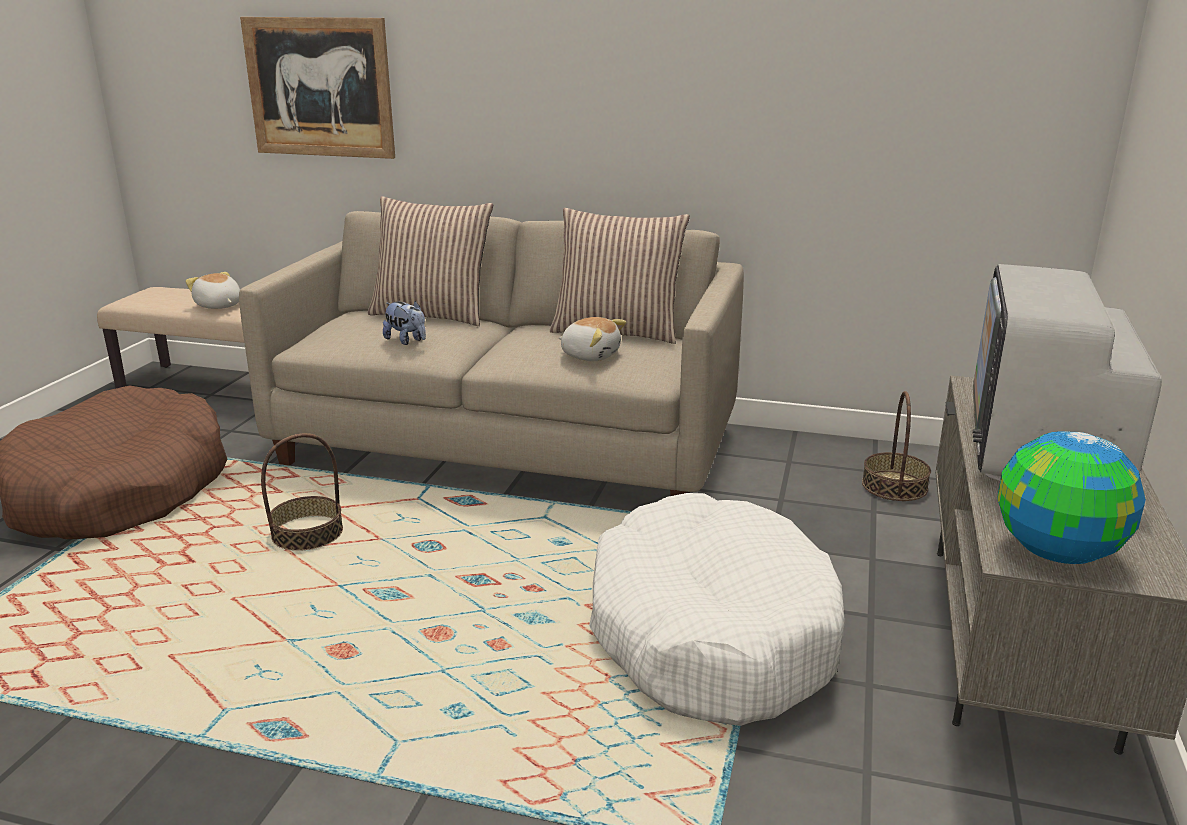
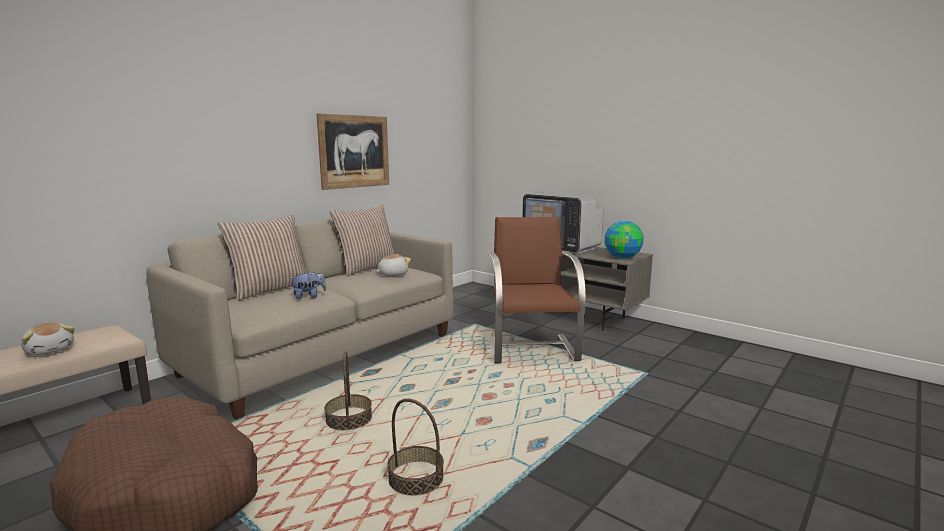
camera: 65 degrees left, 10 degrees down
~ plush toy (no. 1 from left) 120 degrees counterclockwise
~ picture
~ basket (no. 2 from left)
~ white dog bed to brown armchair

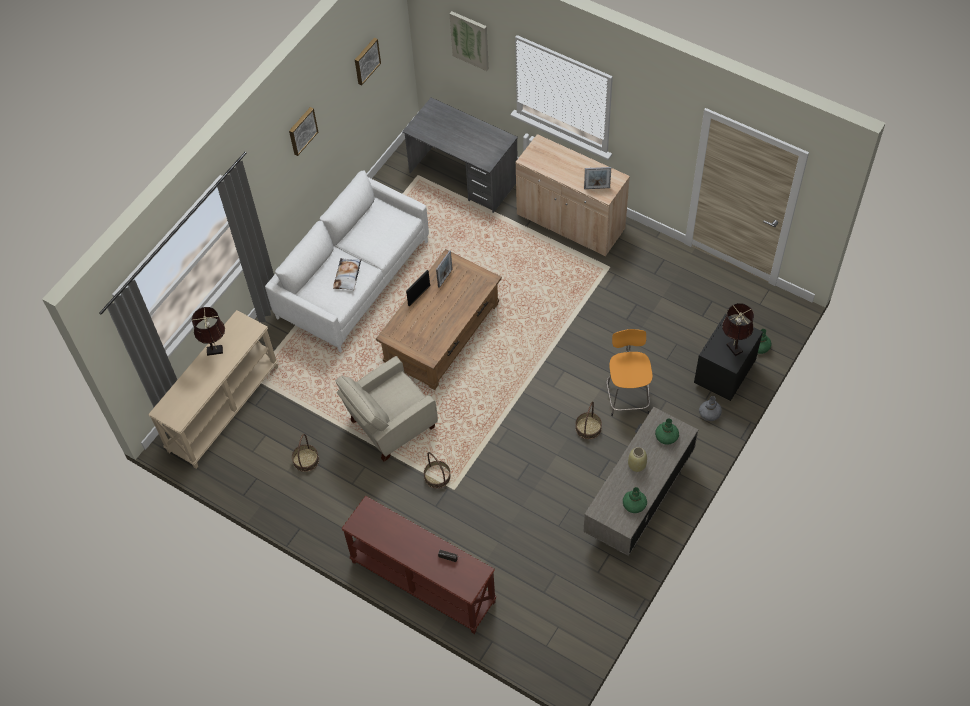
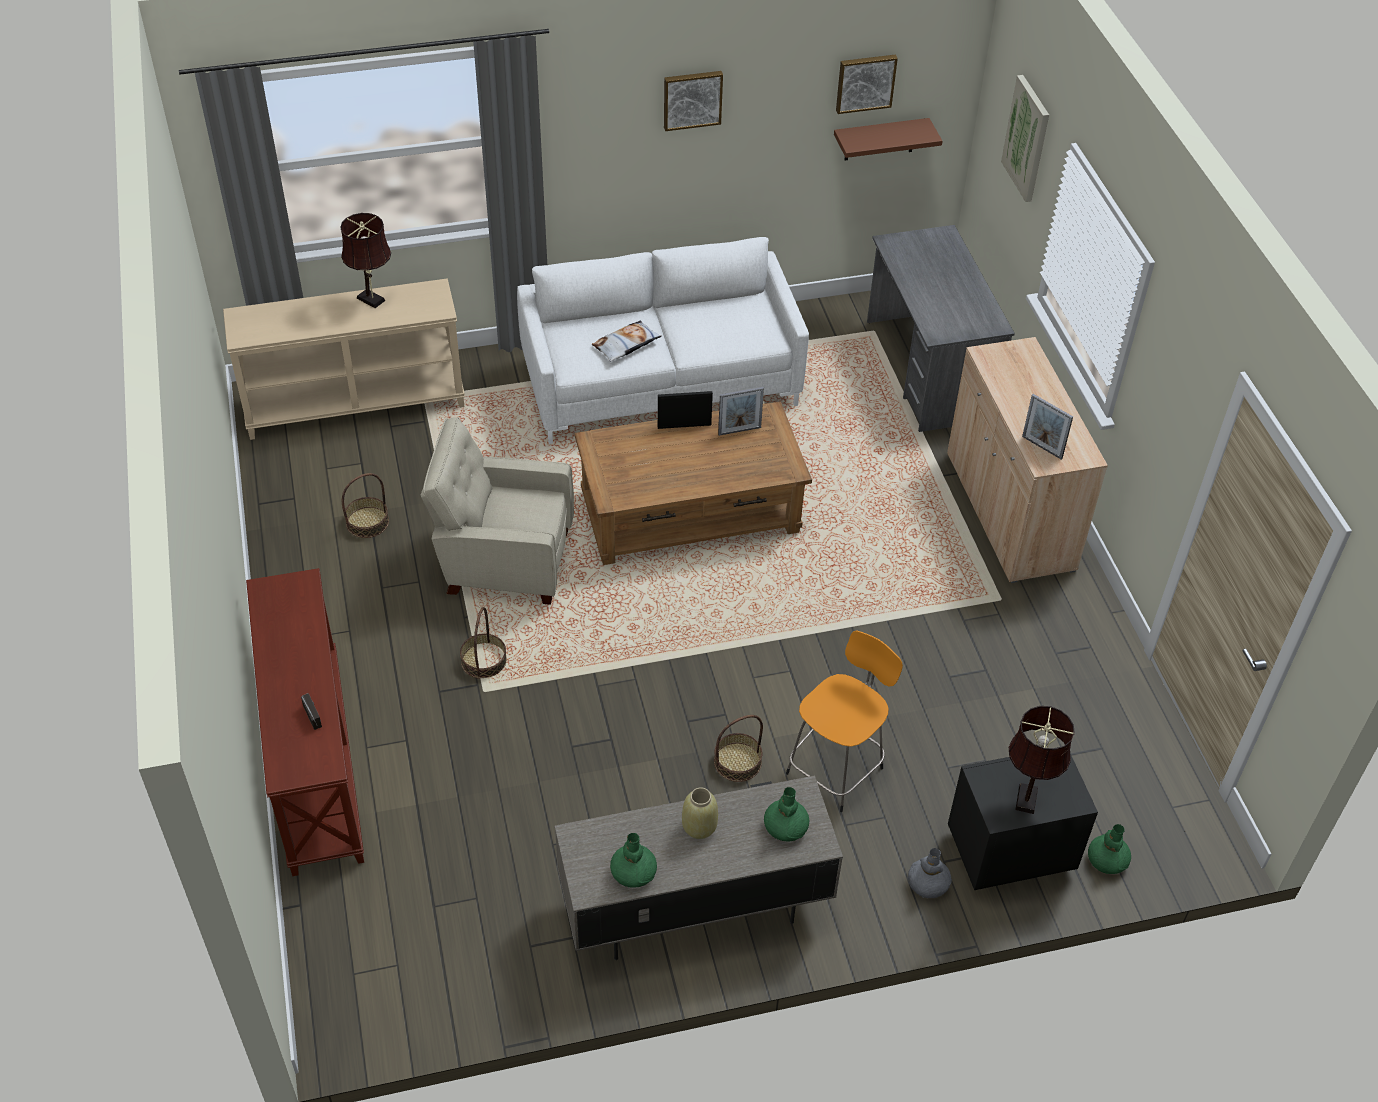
camera: 40 degrees right, 10 degrees down
+ brown shelf

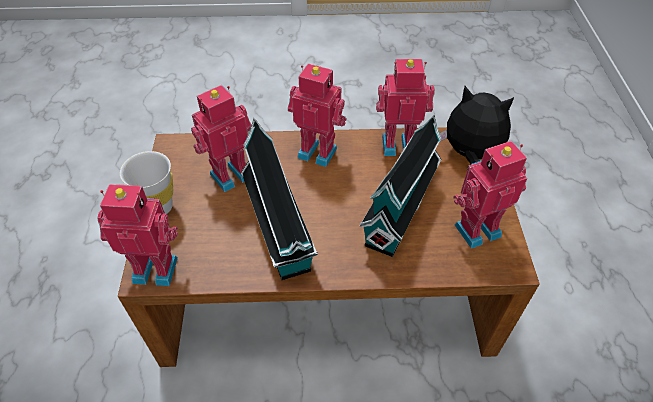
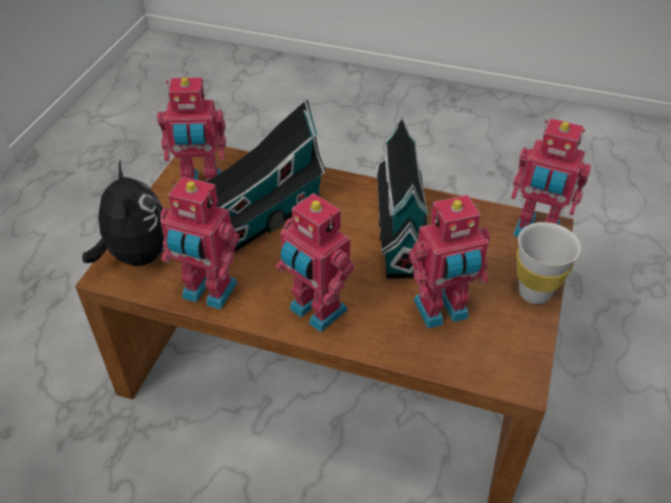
camera: 160 degrees left, 5 degrees down
~ plush toy 150 degrees counterclockwise

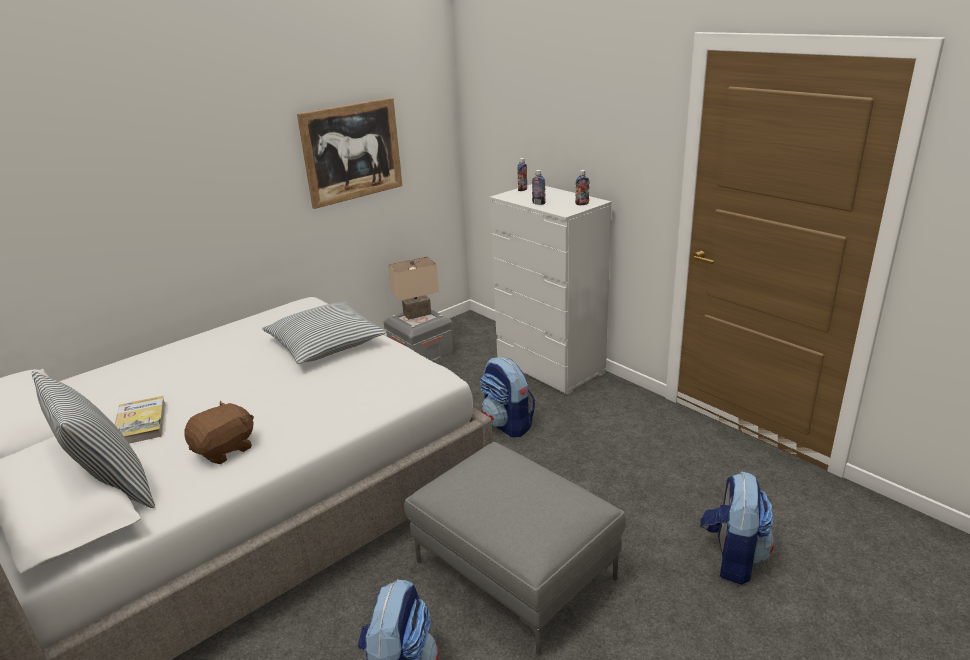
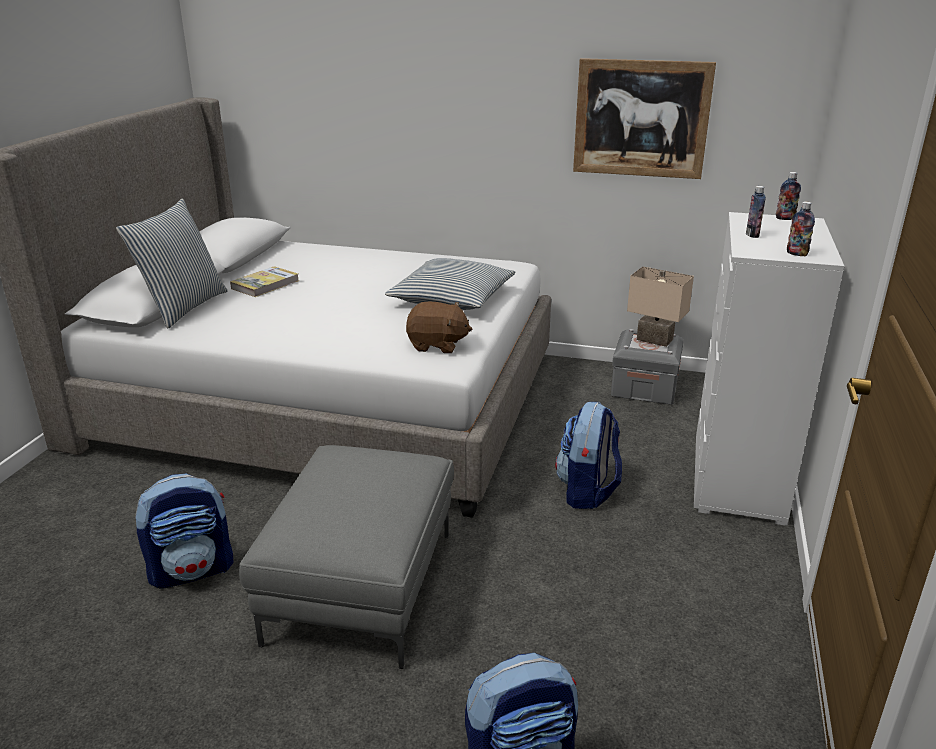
camera: 55 degrees right, 0 degrees up
~ brown plush toy

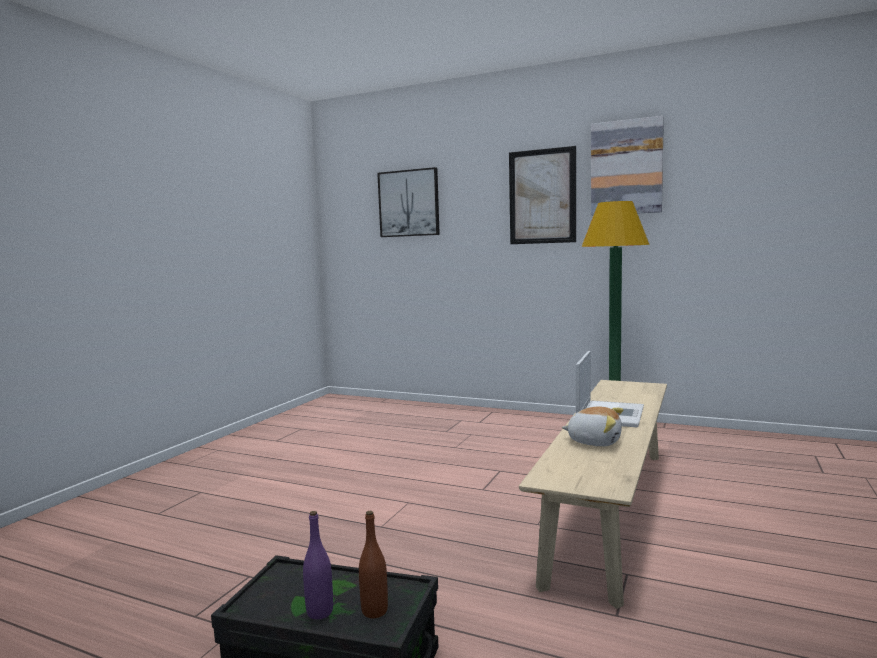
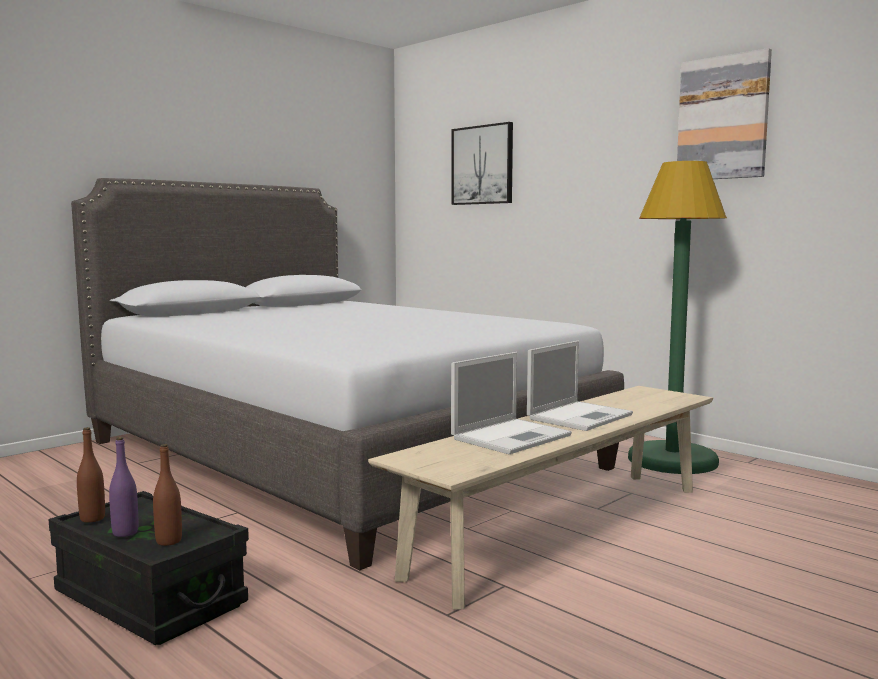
camera: 20 degrees right, 0 degrees up
+ grey bed
+ brown bottle (no. 1 from left)
~ plush toy to laptop (no. 1 from left)
- picture (no. 2 from left)

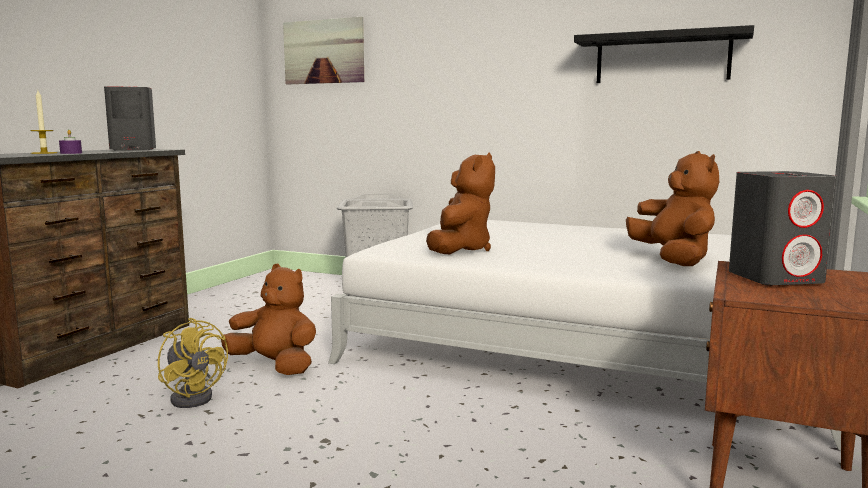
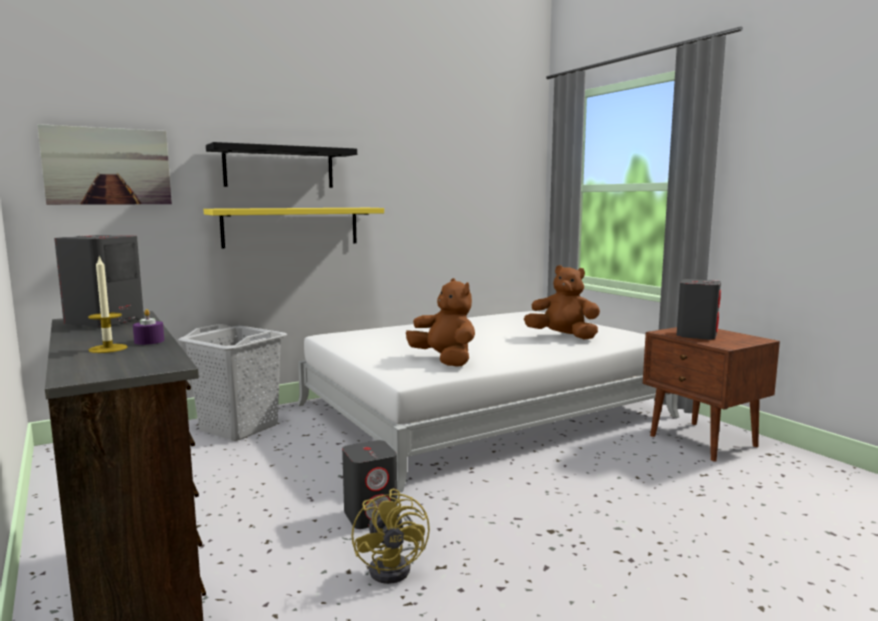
camera: 55 degrees left, 0 degrees up
+ yellow shelf
~ black shelf
~ brown plush toy (no. 1 from left) to grey speaker (no. 2 from left)
~ yellow fan 90 degrees clockwise

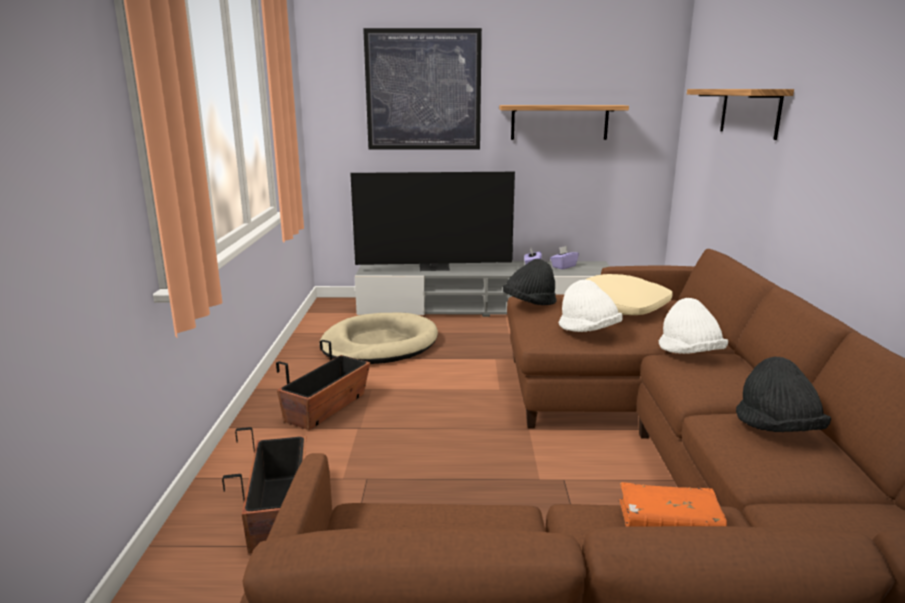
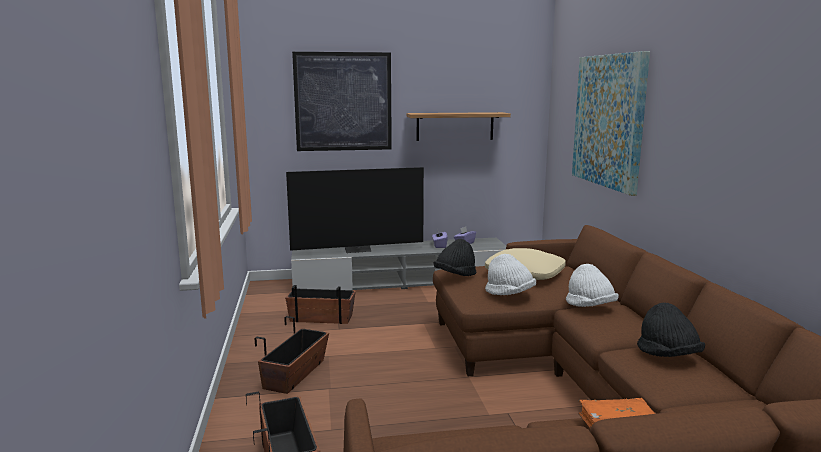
camera: 10 degrees left, 5 degrees down
~ beige dog bed to planter (no. 3 from left)
~ shelf (no. 2 from left) to picture (no. 2 from left)

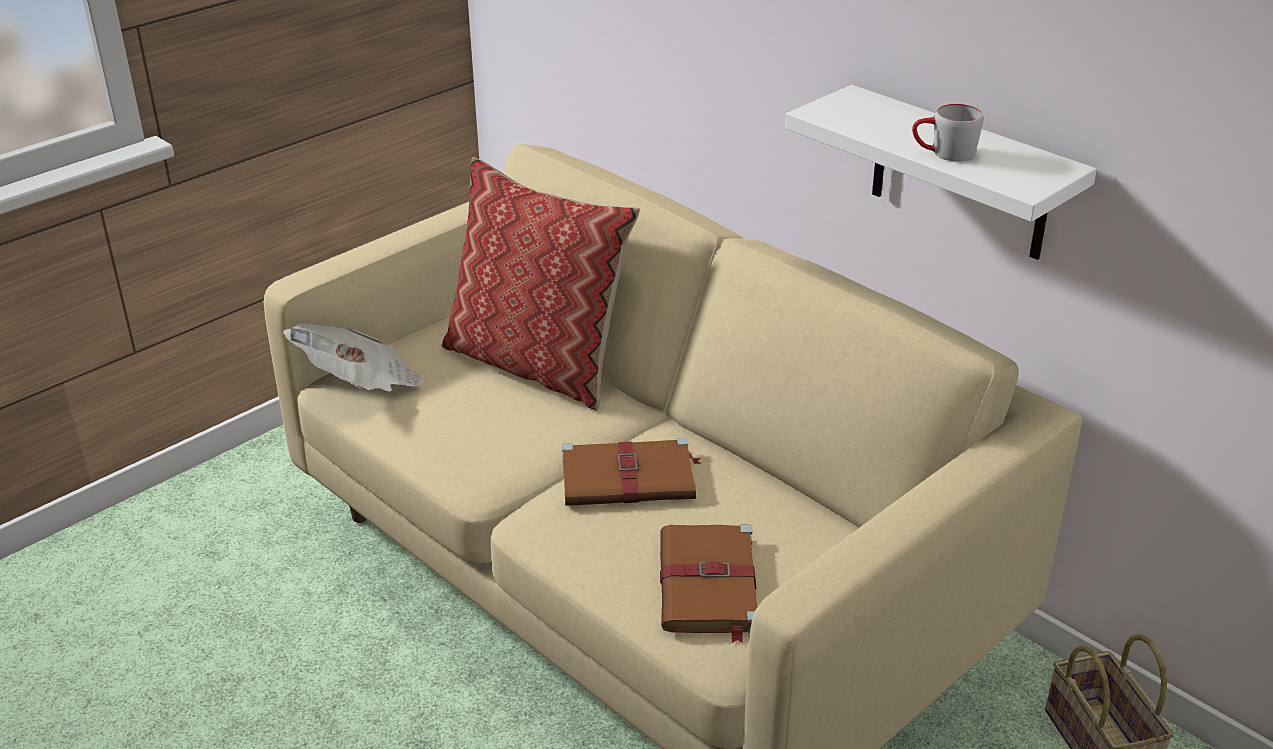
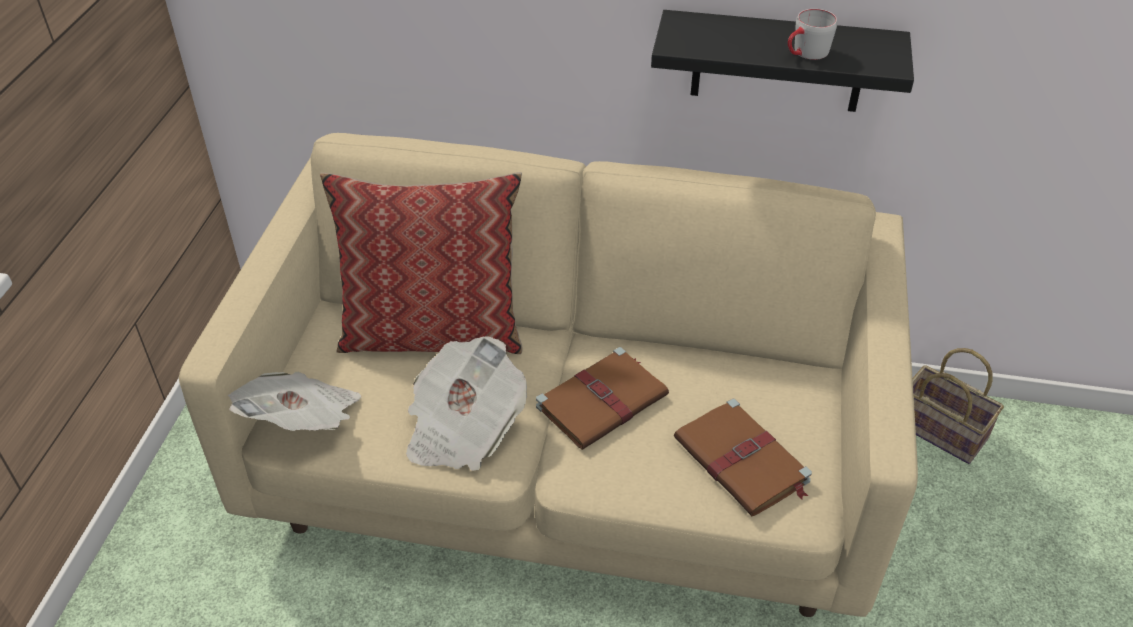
camera: 35 degrees left, 10 degrees up
+ newspaper (no. 2 from left)
~ white shelf to black shelf

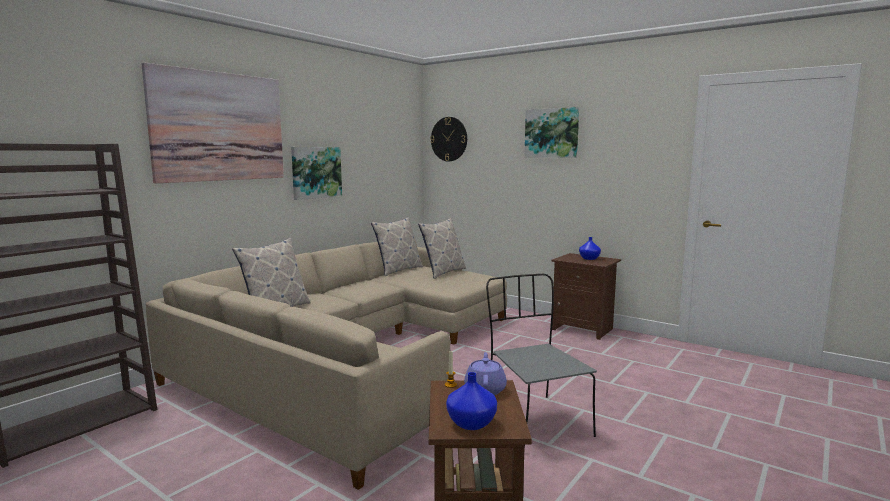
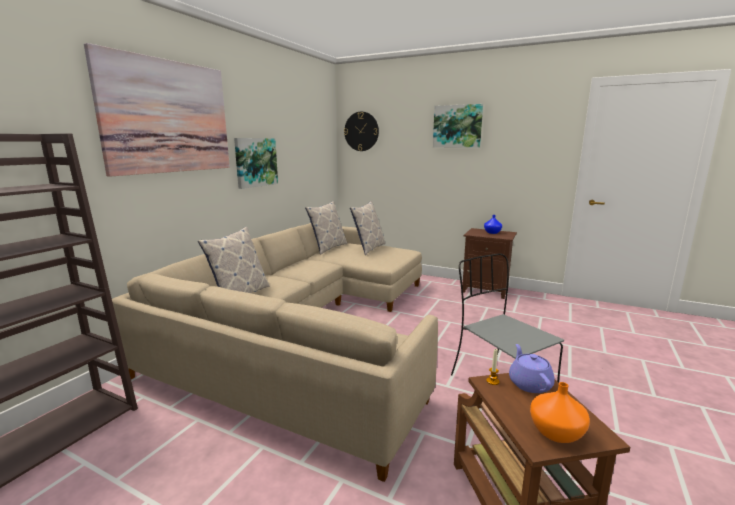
camera: 10 degrees left, 5 degrees up
~ blue vase (no. 1 from left) to orange vase

